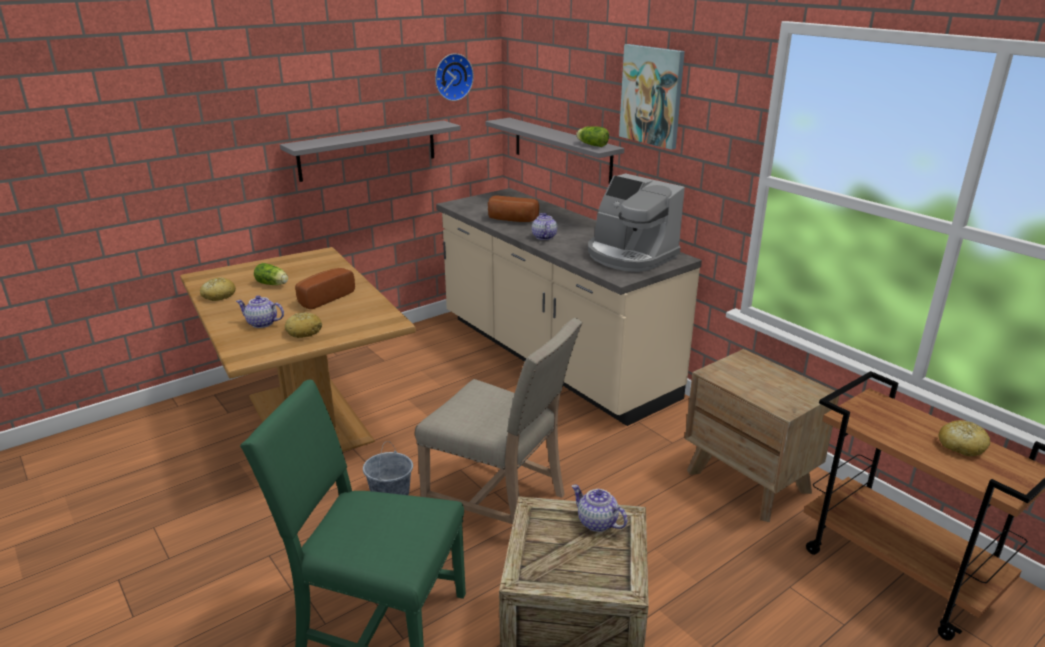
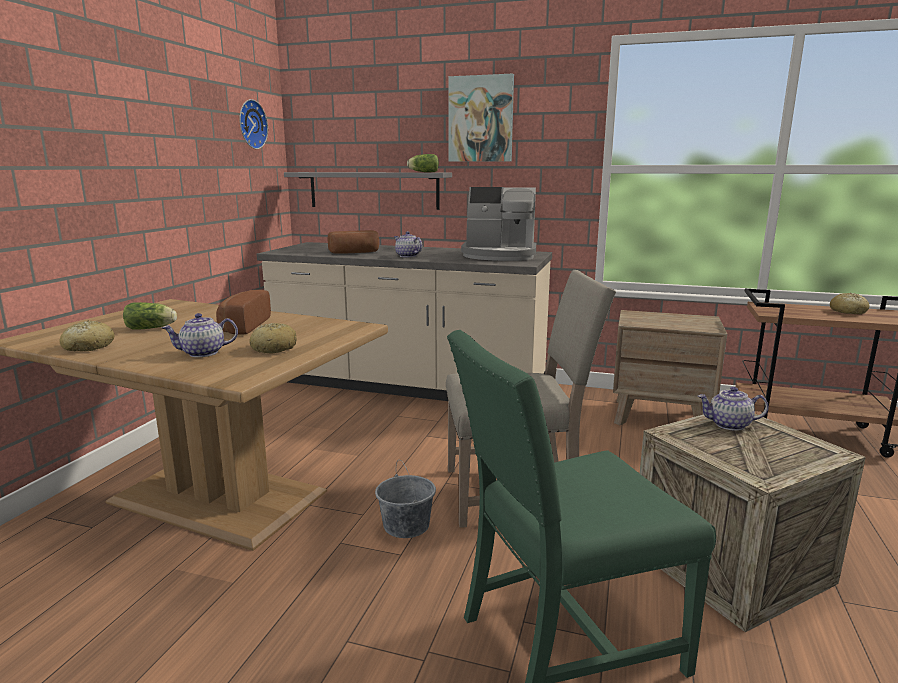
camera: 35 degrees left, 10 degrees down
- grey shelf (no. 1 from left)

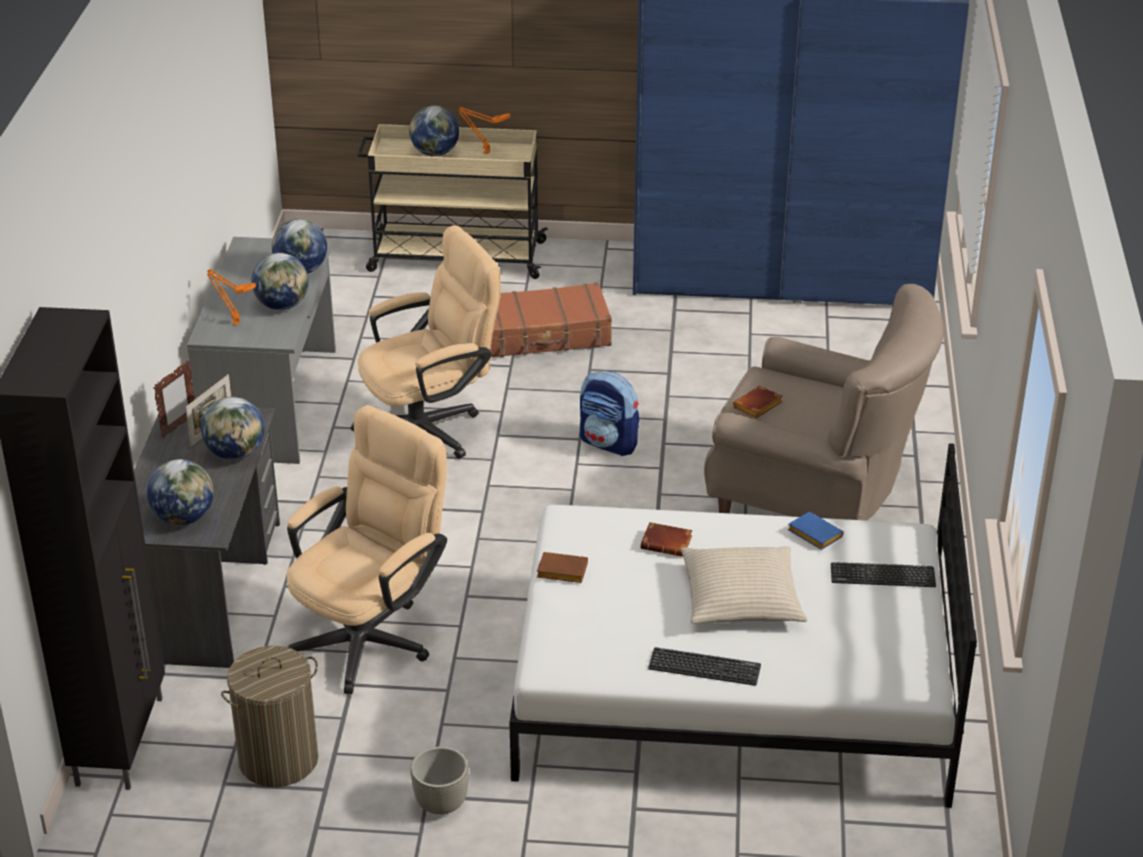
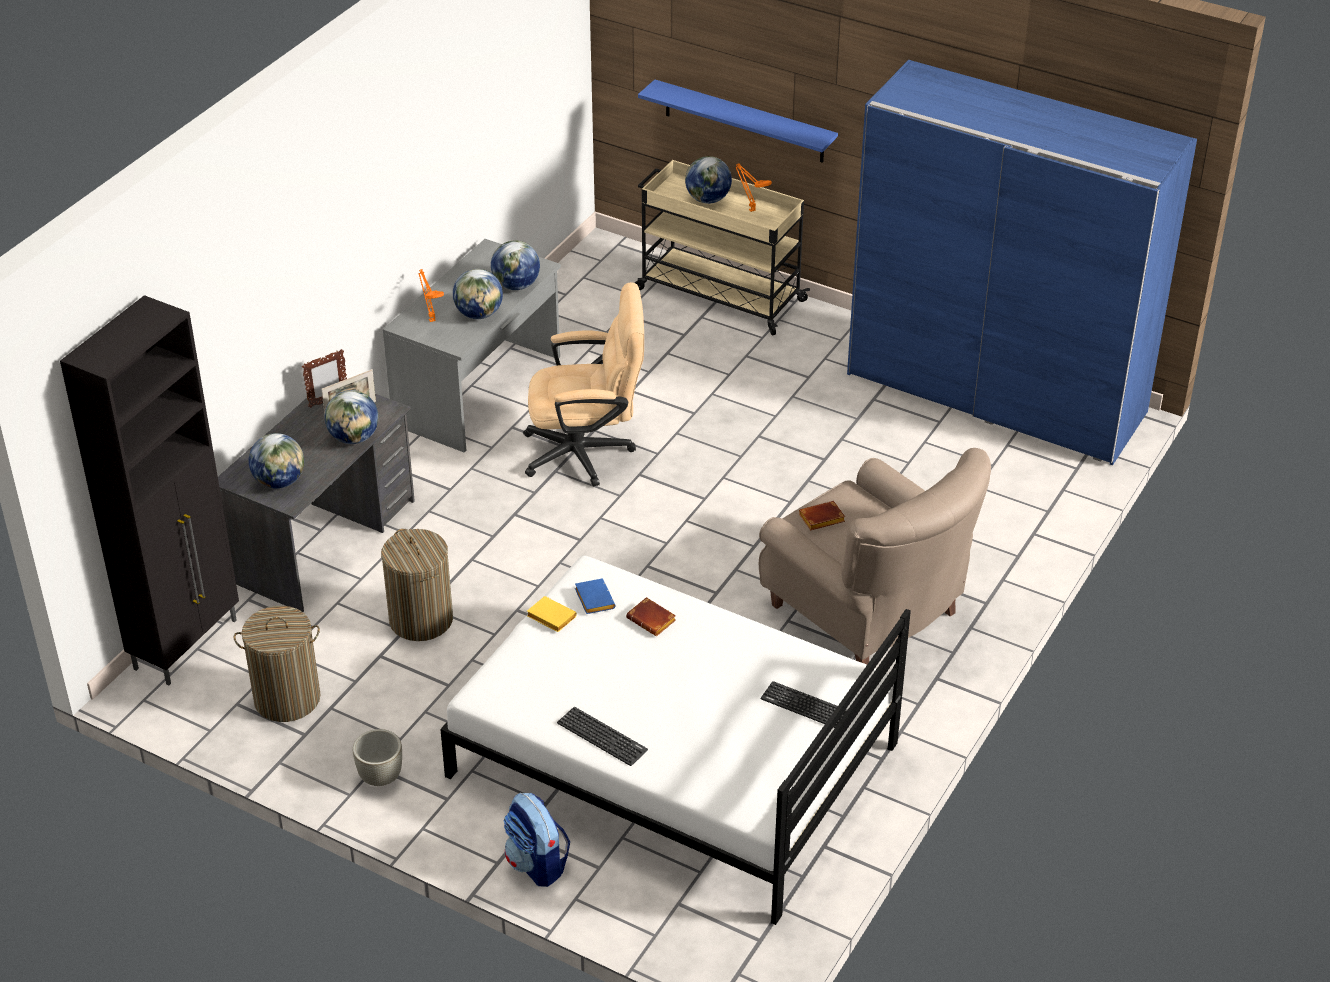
camera: 25 degrees right, 5 degrees up
~ beige office chair (no. 1 from left) to laundry basket (no. 2 from left)
~ backpack
~ brown book (no. 1 from left) to yellow book
~ blue book
+ blue shelf
- brown suitcase
- beige pillow

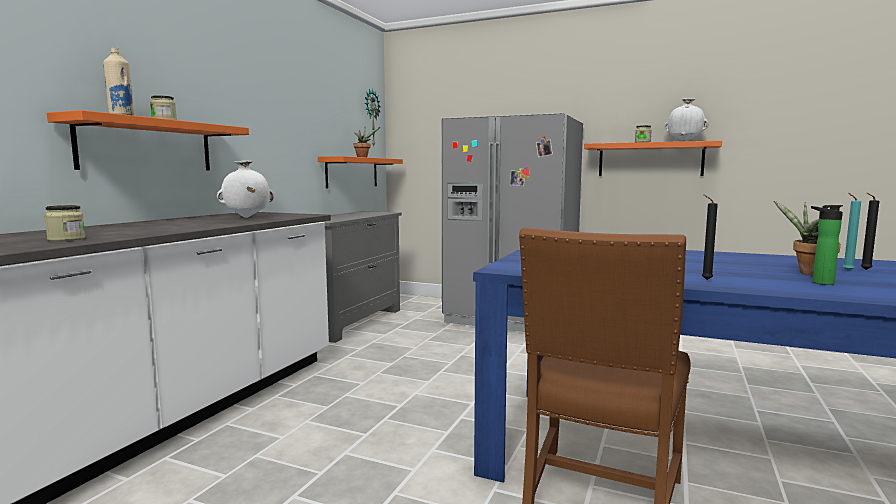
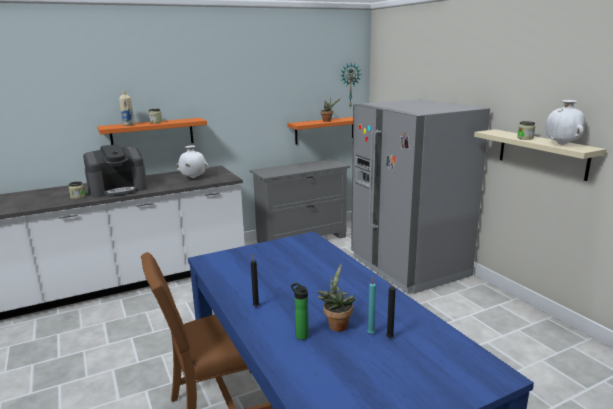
camera: 40 degrees right, 10 degrees up
+ coffee machine
~ orange shelf (no. 3 from left) to beige shelf

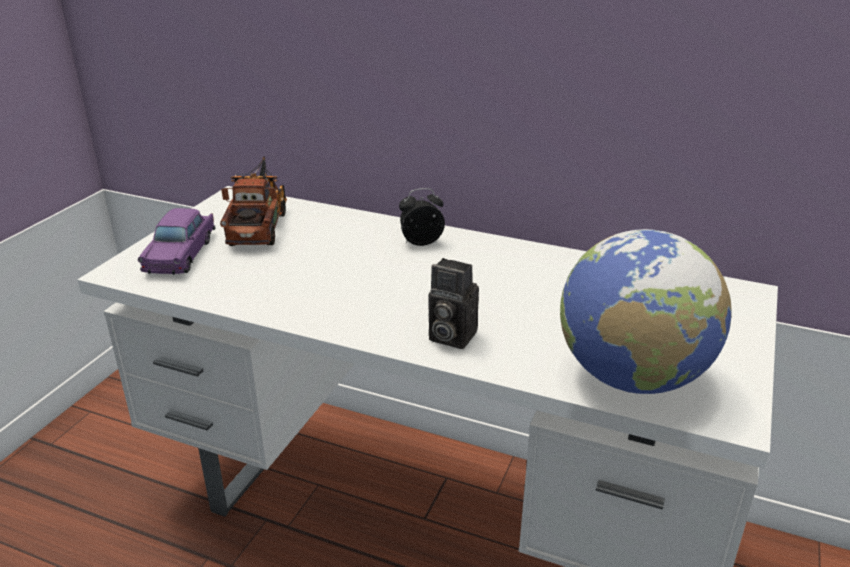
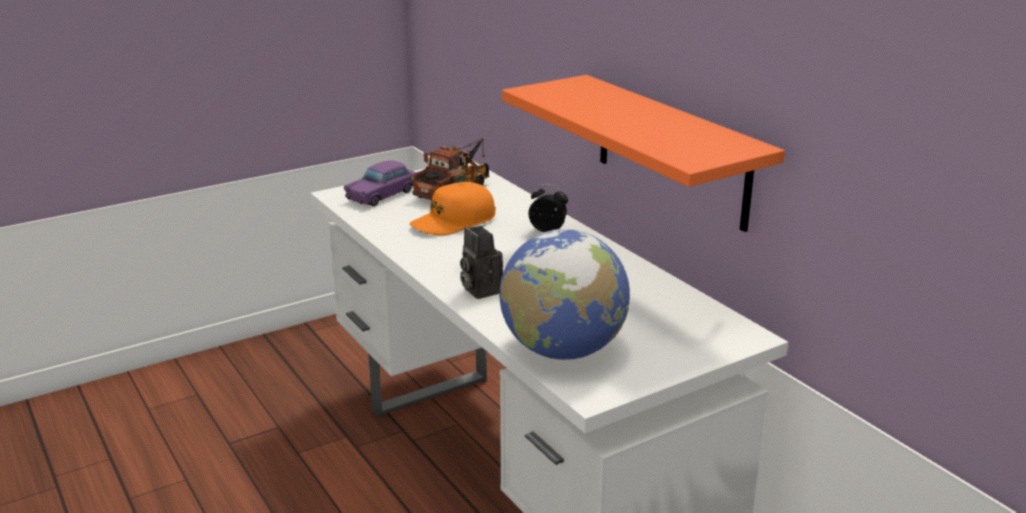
camera: 35 degrees right, 5 degrees down
+ orange cap
+ orange shelf

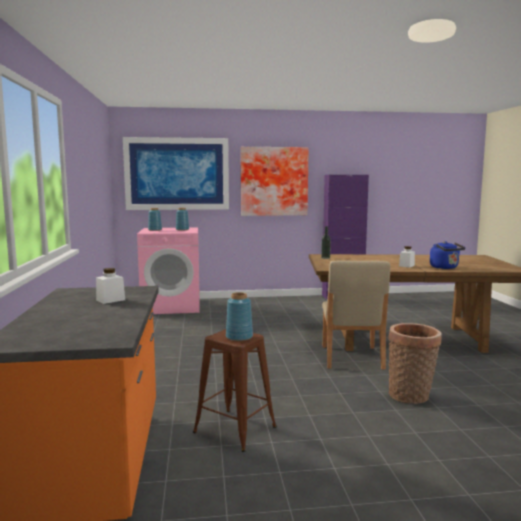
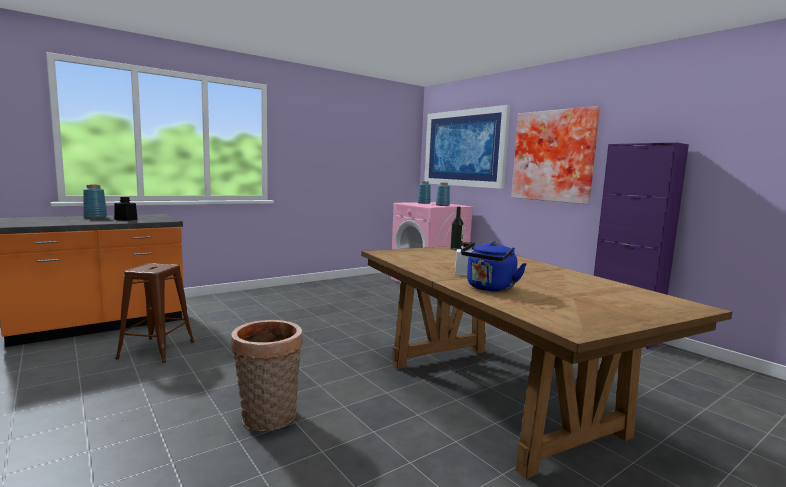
camera: 60 degrees right, 0 degrees up
~ blue vase (no. 3 from left in the first image) to blue vase (no. 1 from left)
~ white jar (no. 1 from left) to black jar
- beige chair

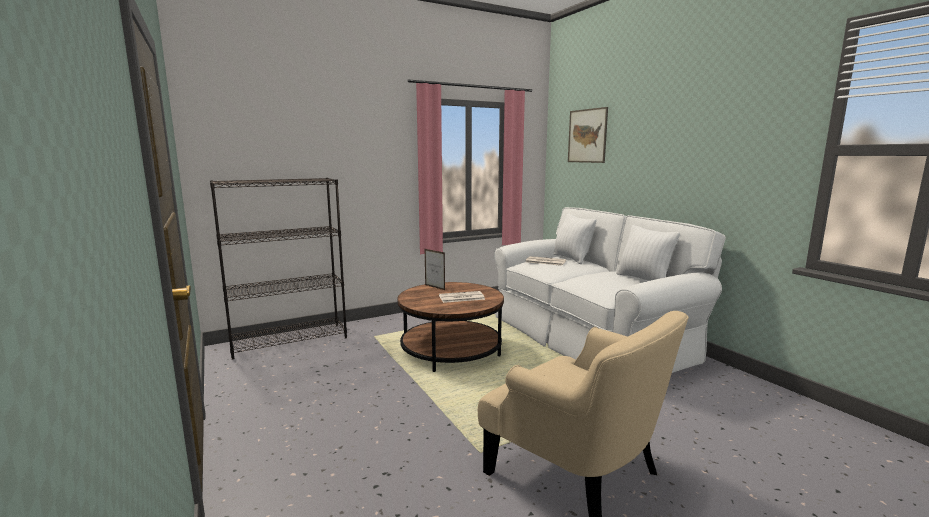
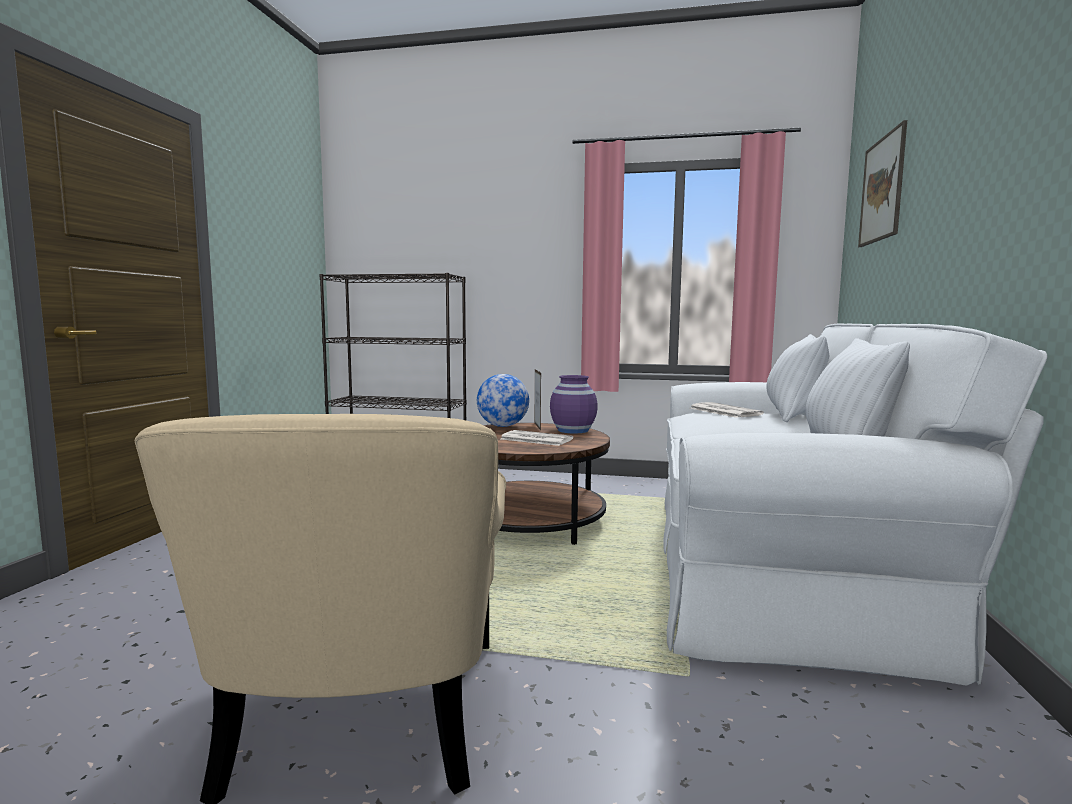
camera: 40 degrees right, 5 degrees down
+ globe
+ purple vase

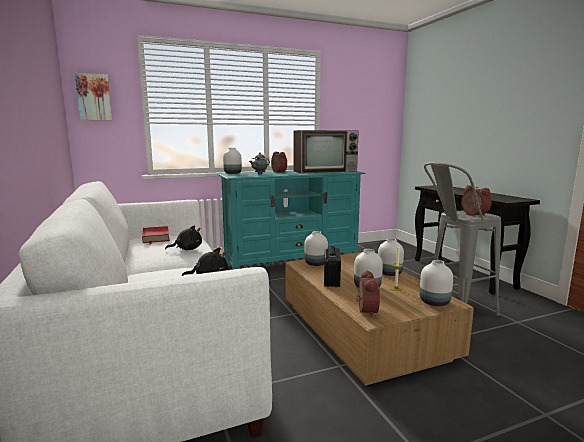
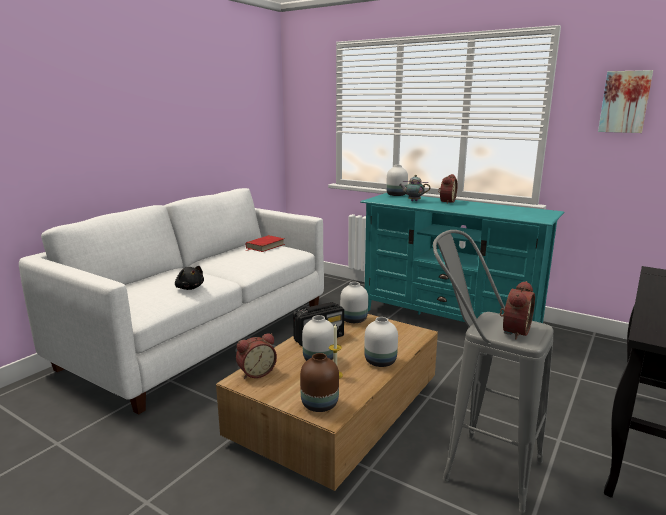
camera: 55 degrees right, 5 degrees up
~ white vase (no. 5 from left) to brown vase
~ picture
- black plush toy (no. 1 from left)
- television

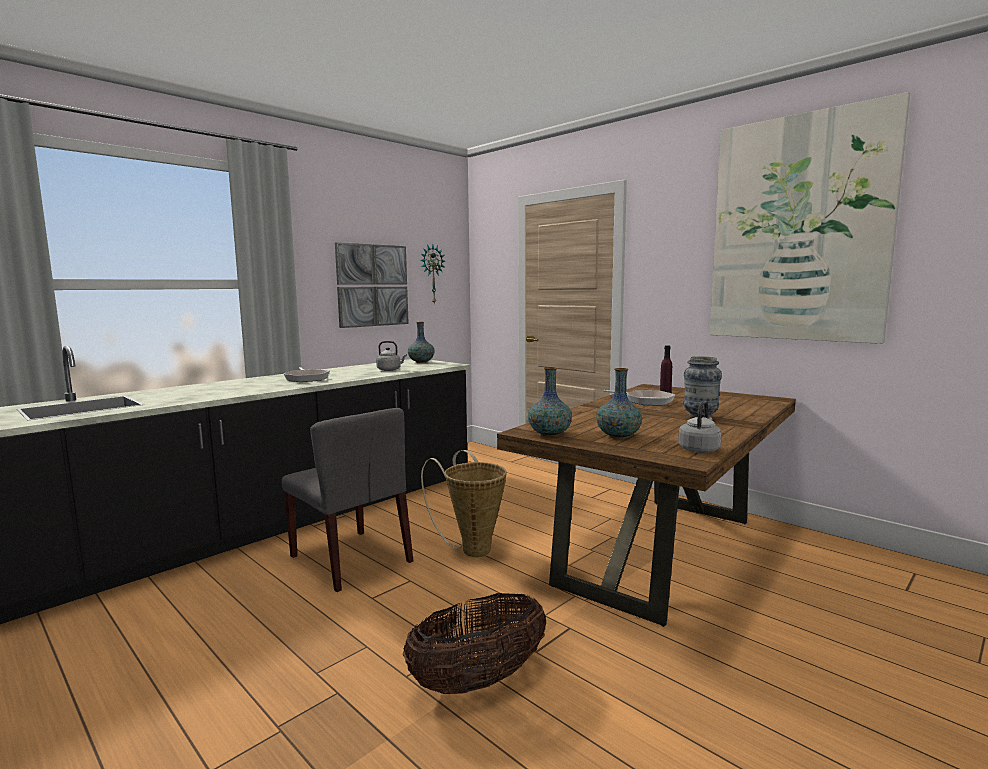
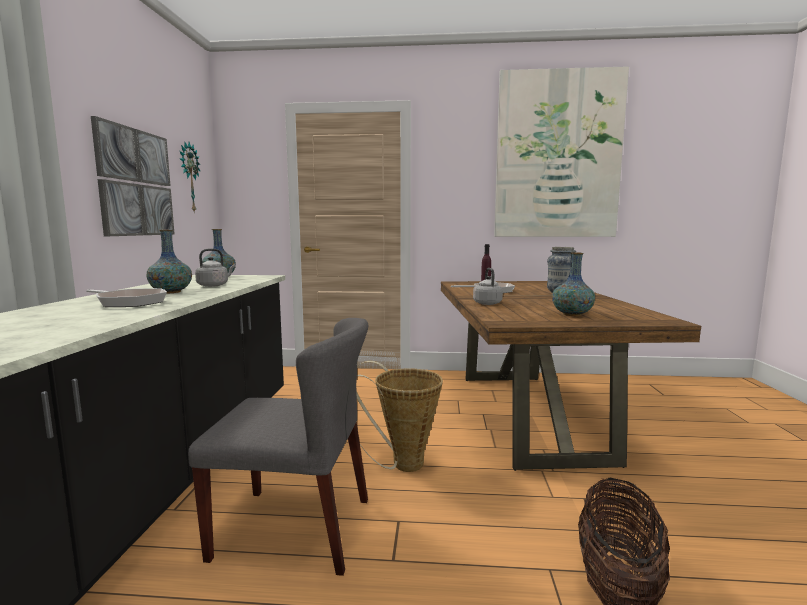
camera: 40 degrees left, 0 degrees up
~ vase (no. 2 from left in the first image) to vase (no. 1 from left)
~ grey kettle (no. 2 from left)

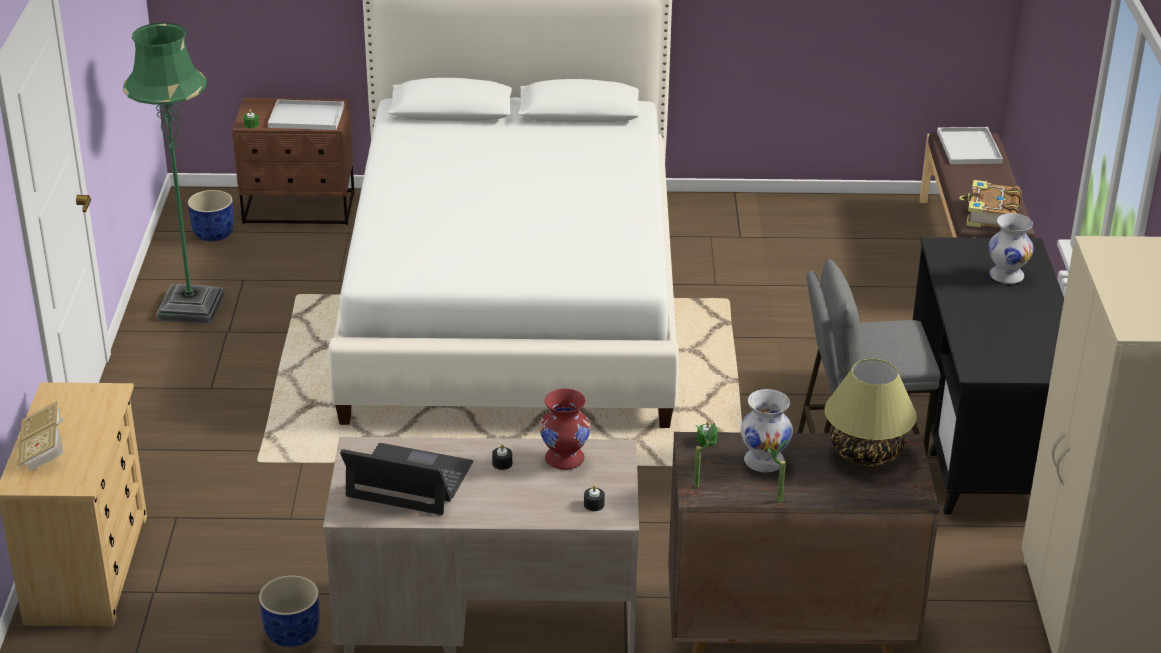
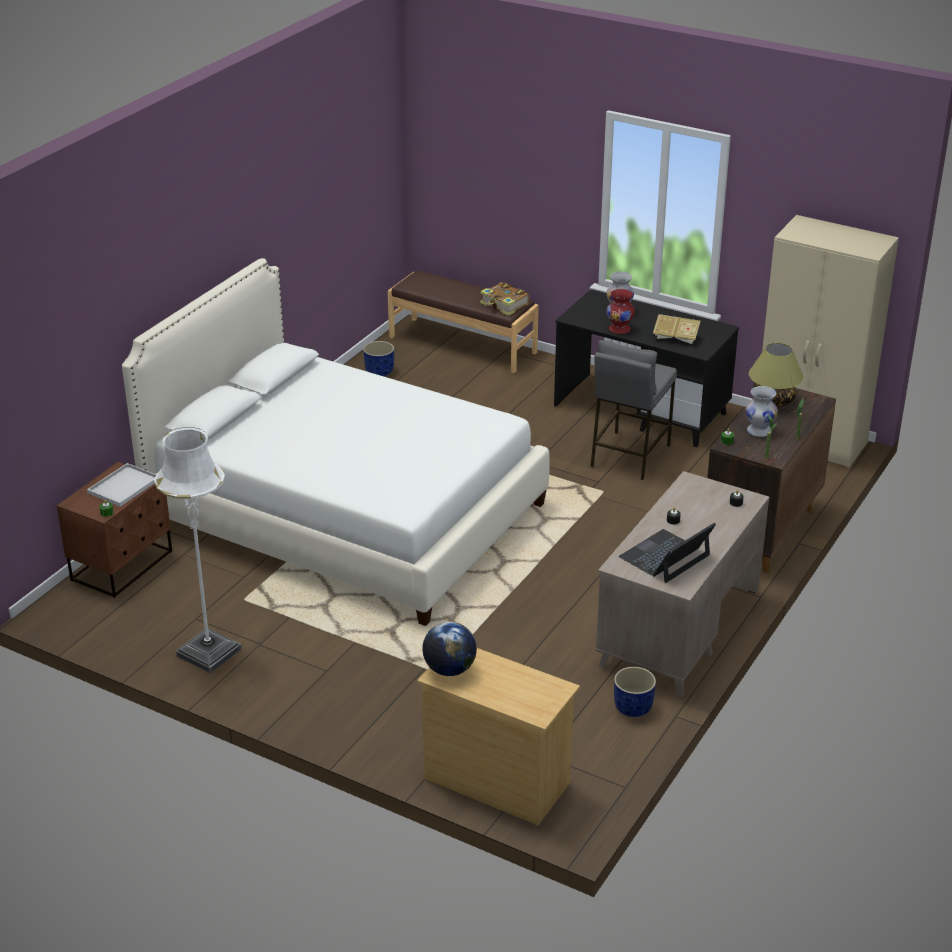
camera: 60 degrees left, 0 degrees up
~ green floor lamp to white floor lamp
~ blue planter (no. 1 from left)
+ globe
~ red vase
~ book (no. 1 from left in the first image) to book (no. 2 from left)
- white tray (no. 2 from left)

